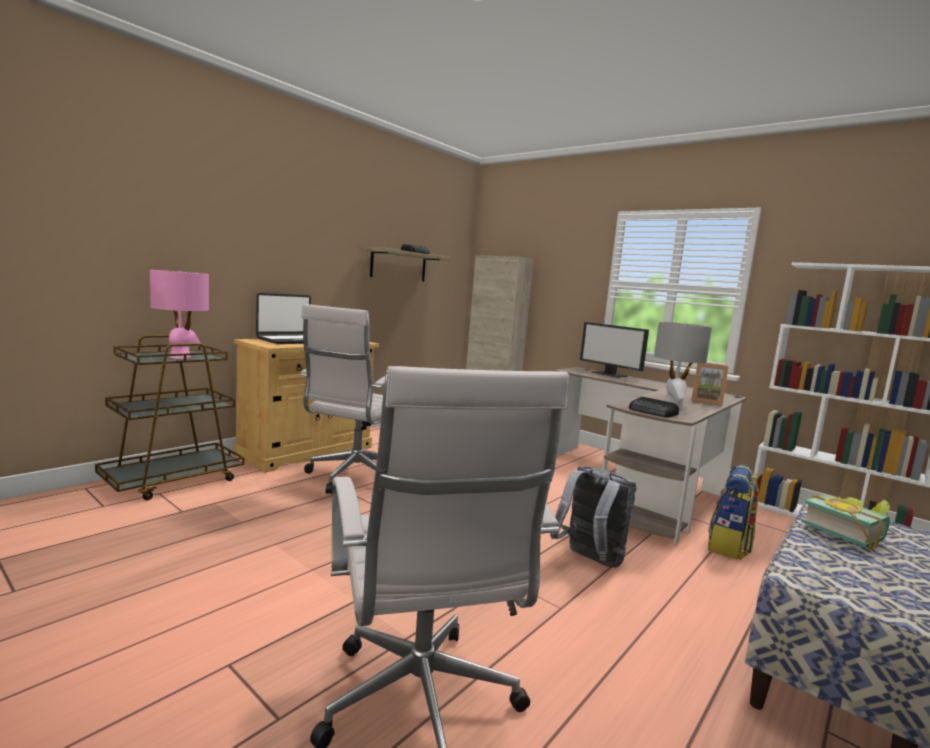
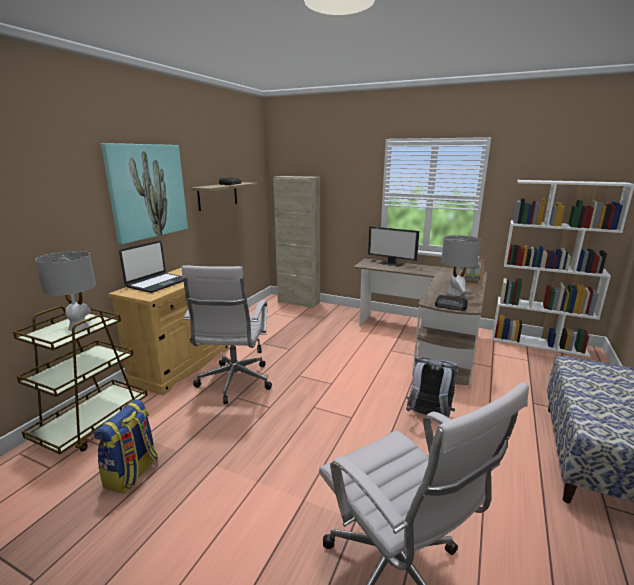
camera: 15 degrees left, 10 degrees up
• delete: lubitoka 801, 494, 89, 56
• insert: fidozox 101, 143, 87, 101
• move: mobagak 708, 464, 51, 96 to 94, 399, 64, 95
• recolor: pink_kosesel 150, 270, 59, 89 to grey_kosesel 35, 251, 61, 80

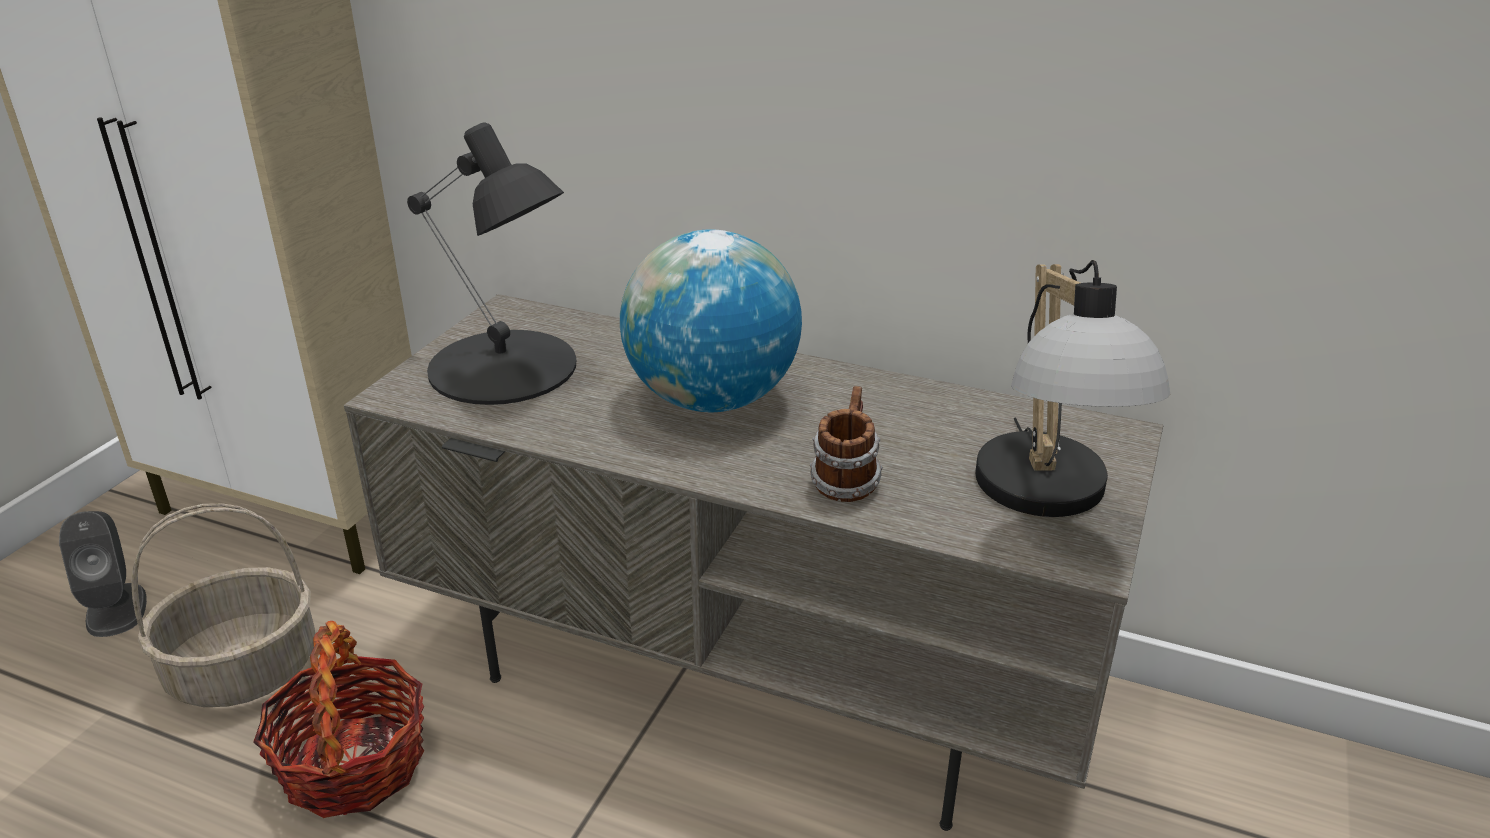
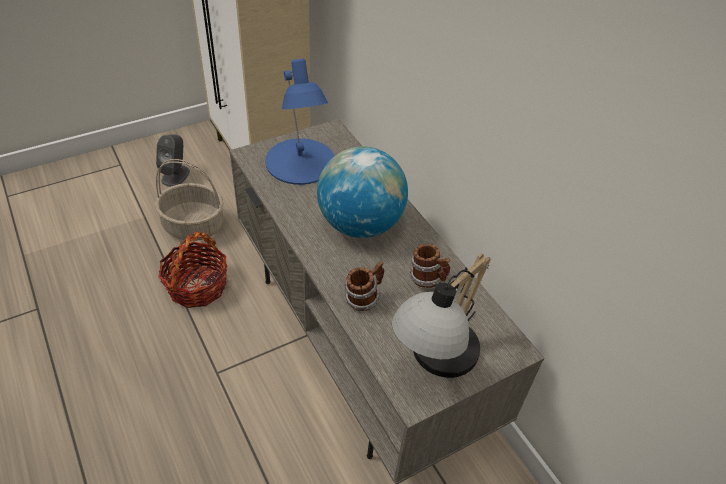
camera: 35 degrees right, 15 degrees up
• insert: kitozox 410, 244, 40, 44
• recolor: black_kosesel 407, 122, 169, 283 to blue_kosesel 265, 58, 69, 127

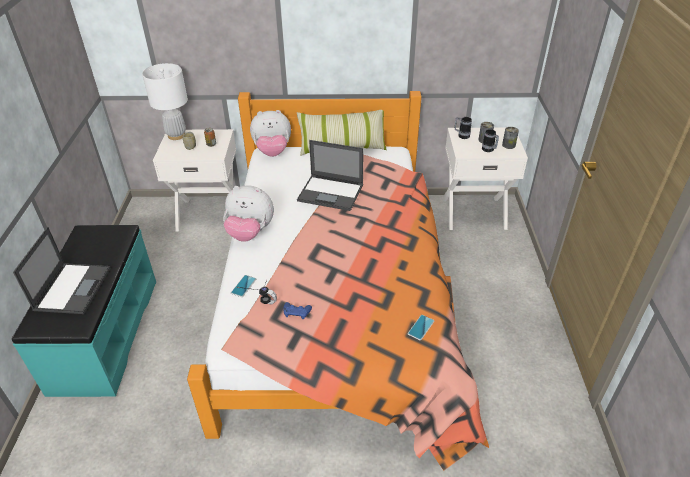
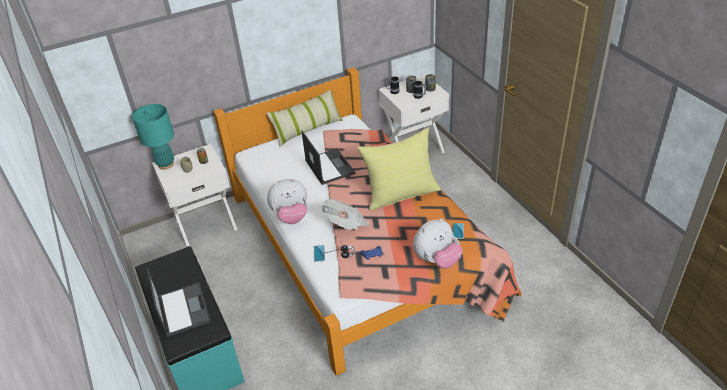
camera: 25 degrees left, 0 degrees up
• insert: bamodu 320, 199, 50, 31
• insert: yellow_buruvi 357, 128, 84, 82
• move: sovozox 250, 110, 41, 47 to 413, 219, 50, 50
• recolor: white_kosesel 142, 63, 46, 77 to turquoise_kosesel 132, 104, 42, 66
• rotate: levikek 297, 140, 67, 71 = 301, 131, 54, 54 105 degrees counterclockwise

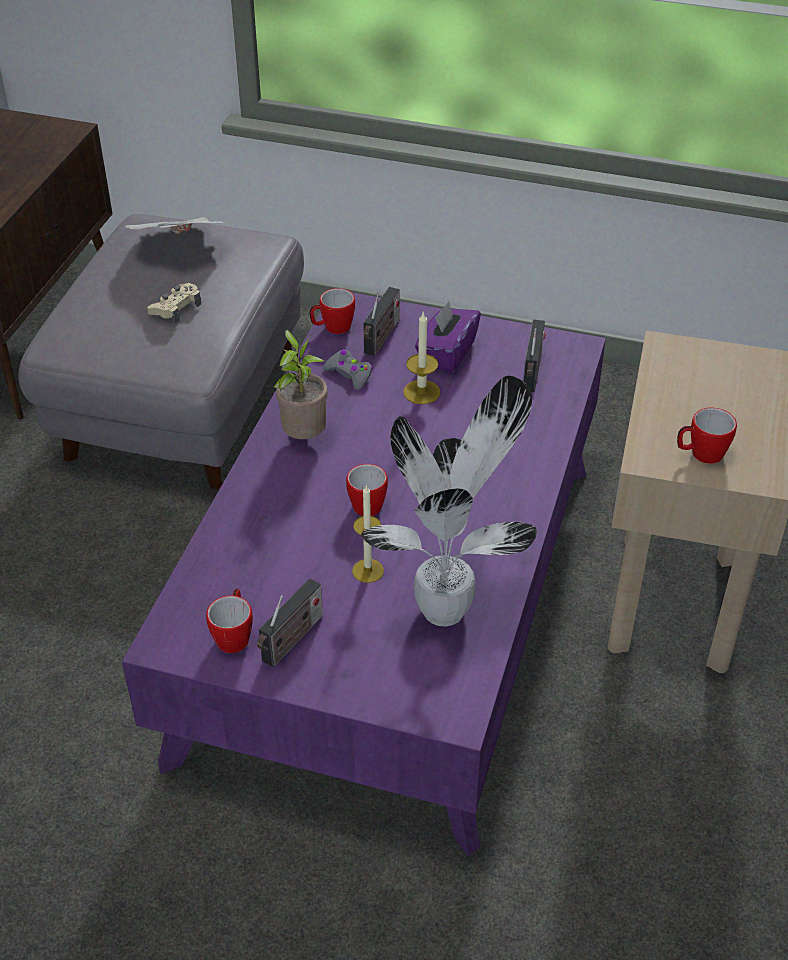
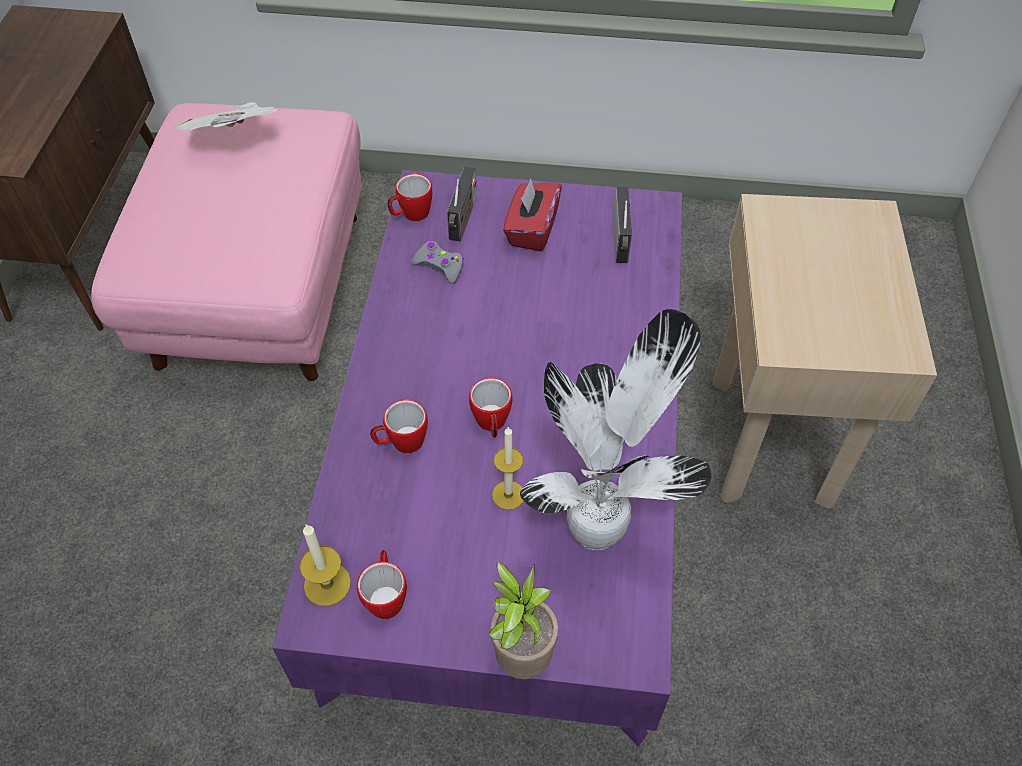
camera: 10 degrees left, 10 degrees up
• delete: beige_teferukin 147, 283, 54, 40
• delete: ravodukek 257, 579, 66, 88
• move: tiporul 273, 330, 55, 109 to 489, 561, 70, 118
• move: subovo 403, 311, 37, 93 to 299, 524, 52, 82
• move: kitozox 677, 407, 60, 57 to 370, 400, 58, 53
• recolor: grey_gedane 19, 214, 285, 275 to pink_gedane 91, 103, 271, 278
• recolor: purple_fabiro 415, 301, 66, 72 to red_fabiro 503, 178, 59, 73

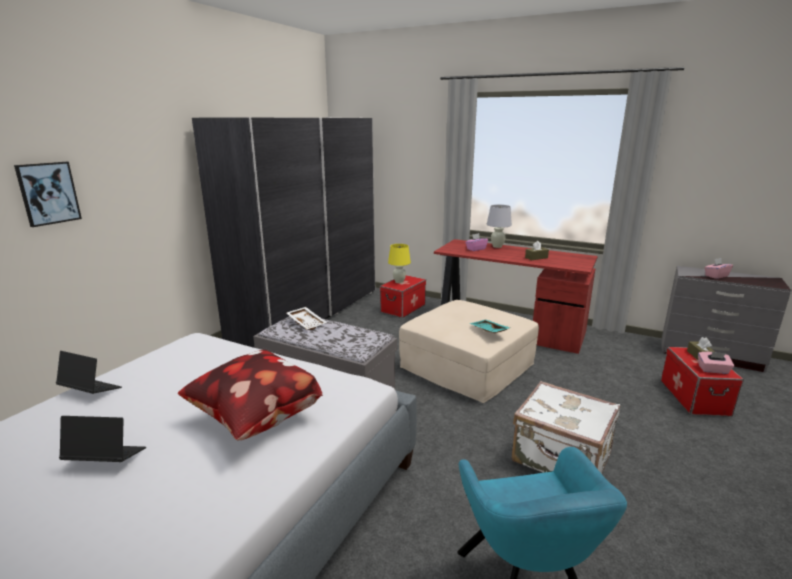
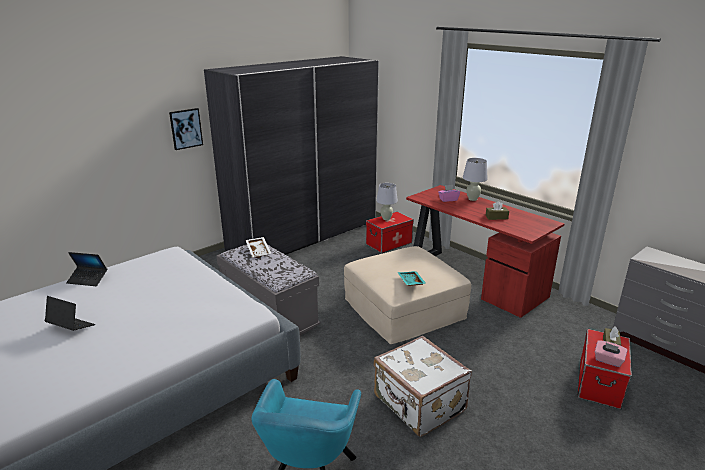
camera: 20 degrees right, 5 degrees up
• delete: buruvi 178, 350, 145, 90
• delete: pink_fabiro 704, 258, 29, 21
• move: fidozox 14, 162, 68, 65 to 169, 108, 34, 42
• recolor: yellow_kosesel 388, 244, 23, 39 to white_kosesel 376, 183, 22, 37
• rotate: levikek 56, 351, 66, 43 = 66, 252, 41, 34 150 degrees clockwise

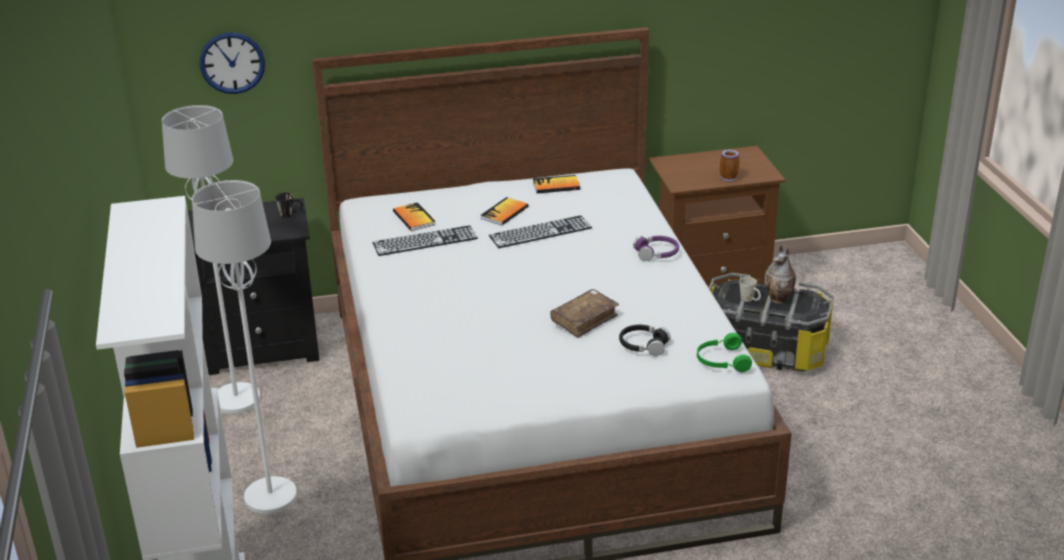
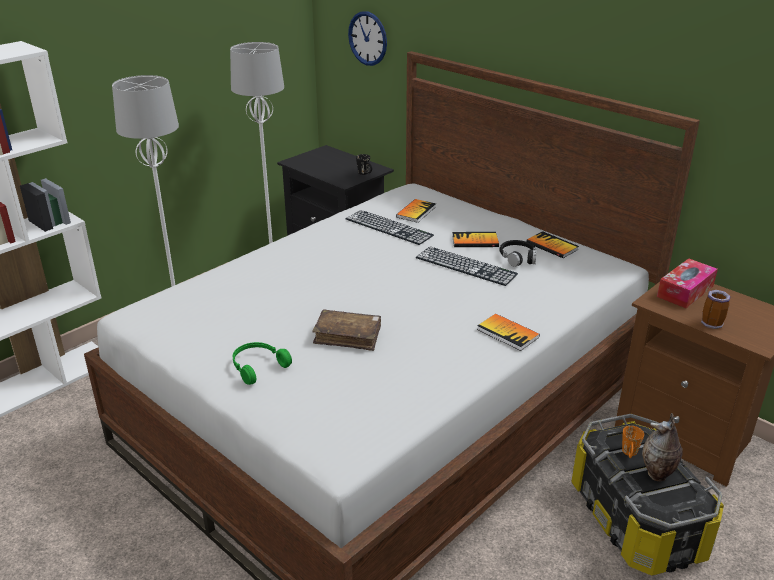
camera: 55 degrees right, 0 degrees up
• insert: fabiro 657, 258, 61, 50
• move: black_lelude 619, 325, 52, 31 to 499, 240, 38, 27
• move: green_lelude 697, 333, 55, 39 to 233, 342, 59, 43
• replace: purple_lelude 633, 236, 46, 25 to lubitoka 477, 314, 63, 37
• recolor: white_kitozox 739, 277, 22, 25 to orange_kitozox 622, 426, 22, 32

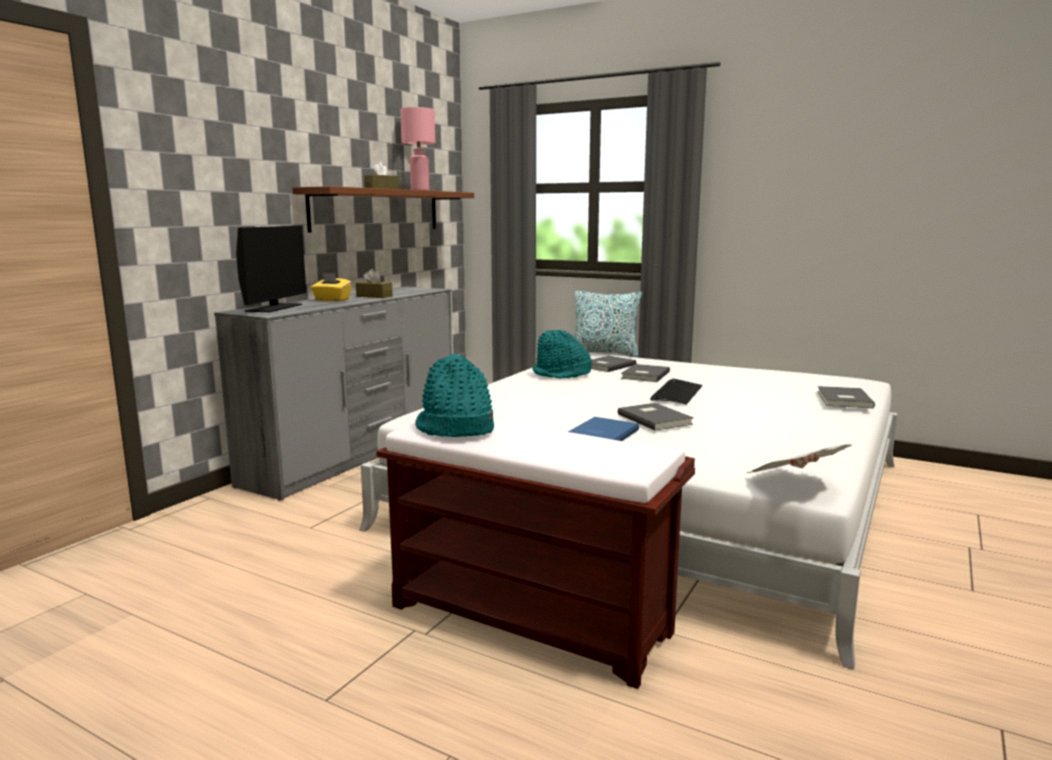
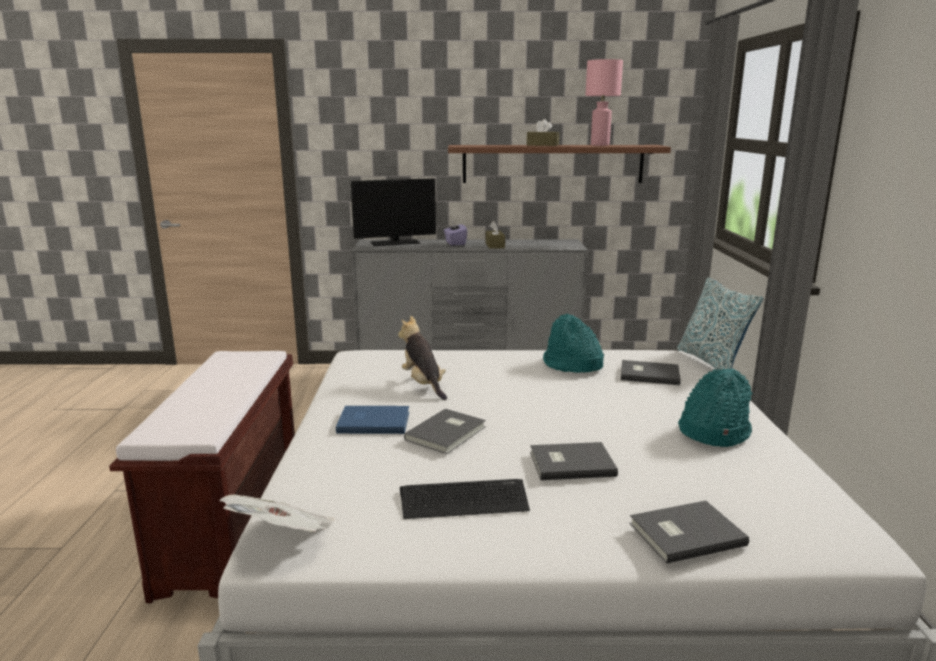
camera: 60 degrees right, 5 degrees up
• insert: sovozox 398, 316, 49, 84
• move: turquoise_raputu 415, 354, 79, 83 to 678, 368, 74, 79
• move: grey_lubitoka 621, 364, 49, 18 to 530, 442, 88, 38
• move: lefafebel 650, 379, 52, 26 to 400, 479, 130, 40
• recolor: yellow_fabiro 311, 273, 41, 28 to purple_fabiro 444, 221, 23, 24

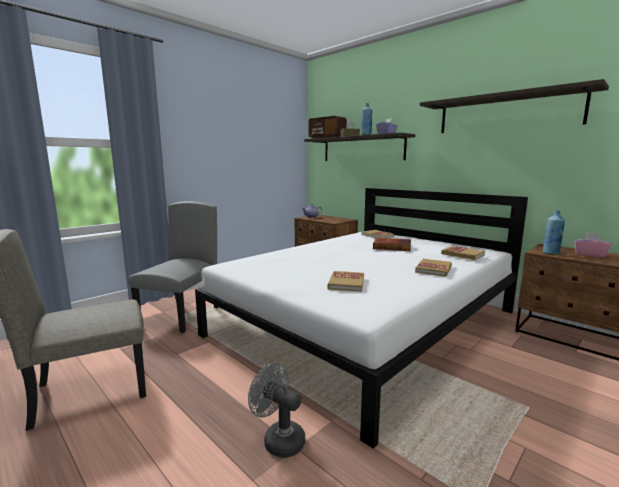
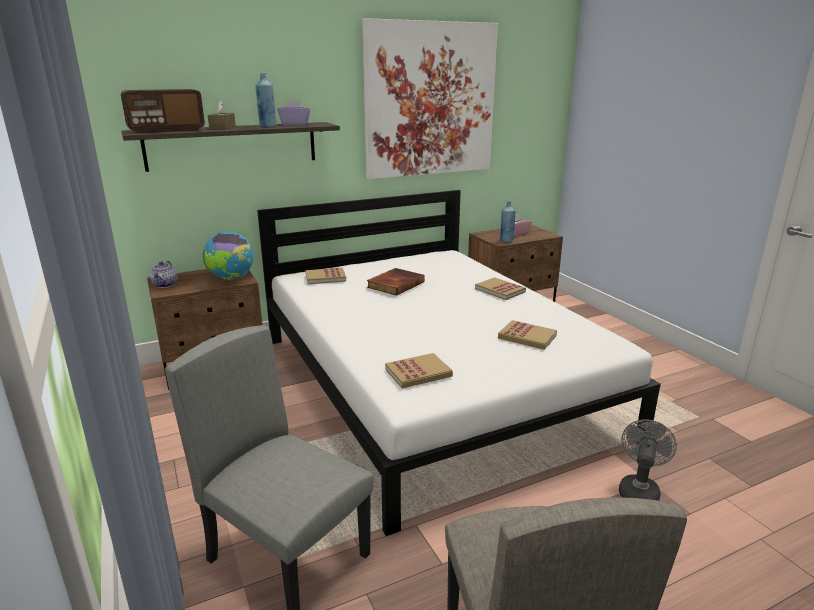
camera: 70 degrees left, 10 degrees up
• insert: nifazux 203, 231, 51, 49
• move: lubitoka 441, 246, 44, 14 to 385, 353, 68, 36
• replace: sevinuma 419, 79, 190, 54 to fidozox 362, 18, 136, 161
• rotate: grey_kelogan 248, 363, 57, 95 = 619, 420, 58, 81 150 degrees clockwise

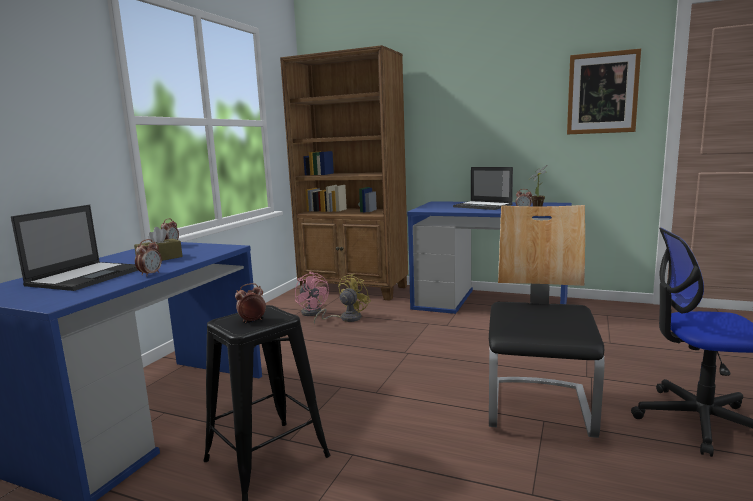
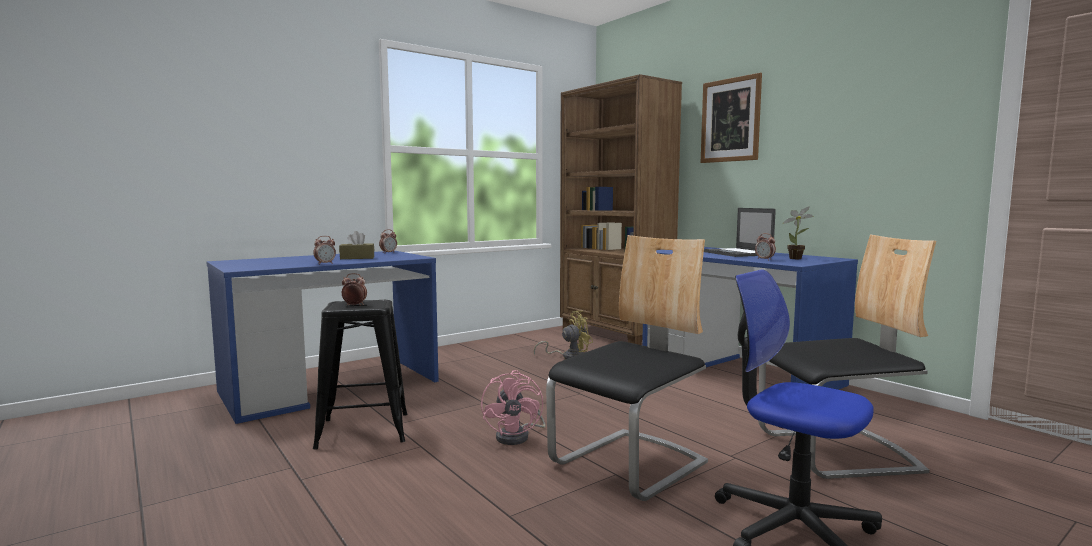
camera: 30 degrees right, 5 degrees down
• delete: levikek 11, 205, 127, 86
• insert: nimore 758, 234, 178, 245
• move: pink_kelogan 295, 271, 34, 45 to 481, 370, 65, 75
• move: fidozox 567, 49, 74, 85 to 701, 73, 61, 90

